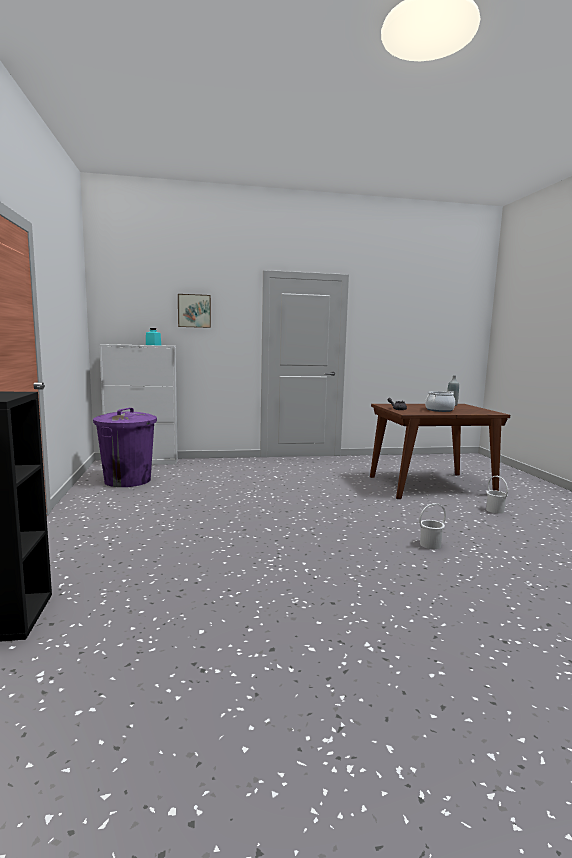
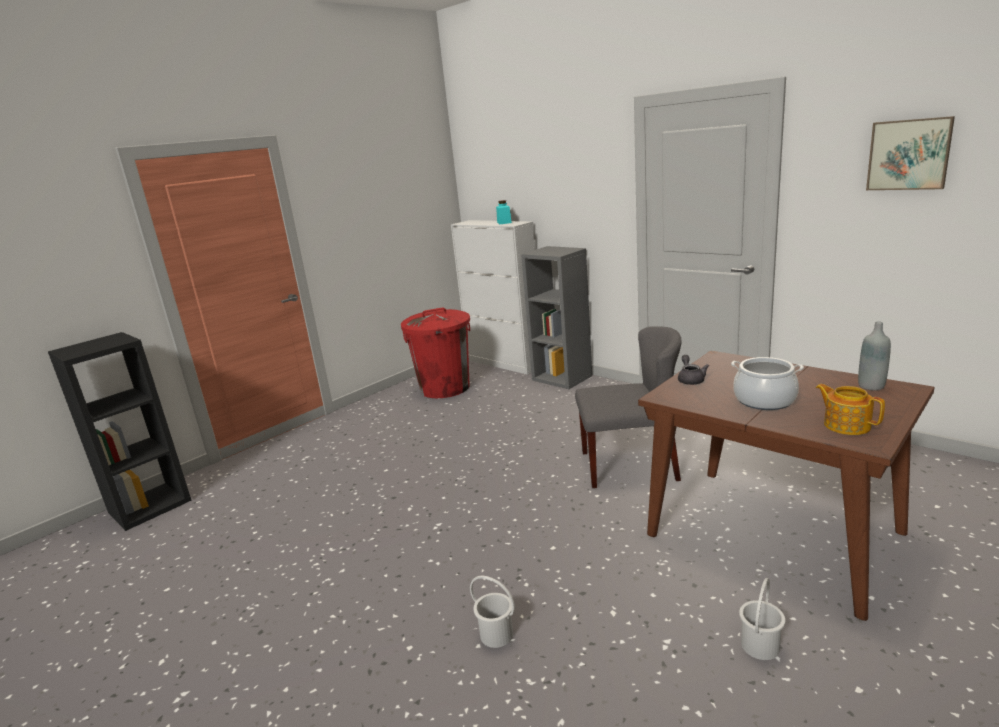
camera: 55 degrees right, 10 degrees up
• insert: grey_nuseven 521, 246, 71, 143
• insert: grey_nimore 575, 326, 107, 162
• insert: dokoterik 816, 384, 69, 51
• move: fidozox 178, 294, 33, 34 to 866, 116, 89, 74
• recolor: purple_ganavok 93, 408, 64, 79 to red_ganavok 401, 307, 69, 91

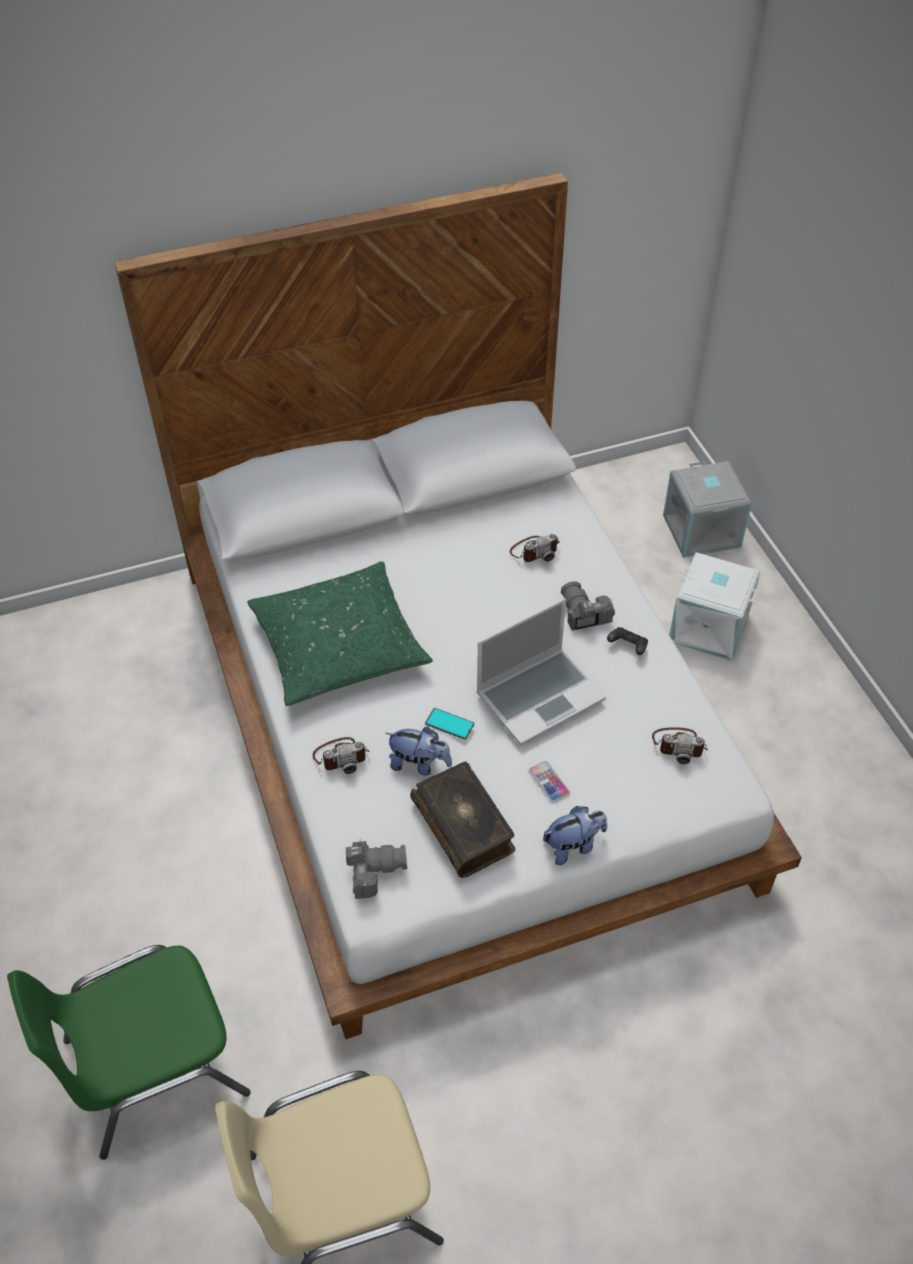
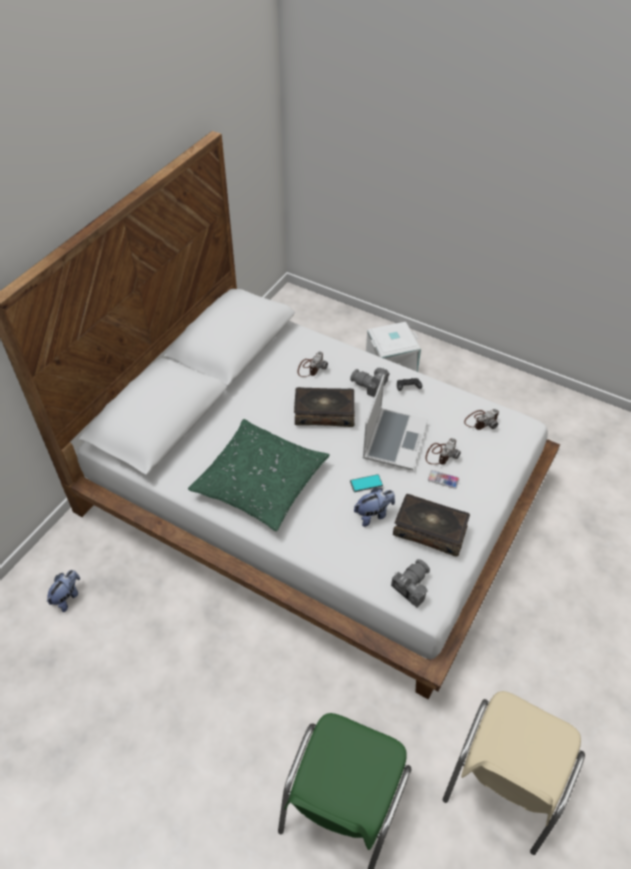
camera: 40 degrees left, 0 degrees up
• delete: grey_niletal 663, 461, 89, 97
• insert: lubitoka 294, 387, 61, 40
• move: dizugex 312, 737, 57, 37 to 426, 438, 35, 27
• move: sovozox 543, 806, 64, 59 to 47, 570, 33, 42

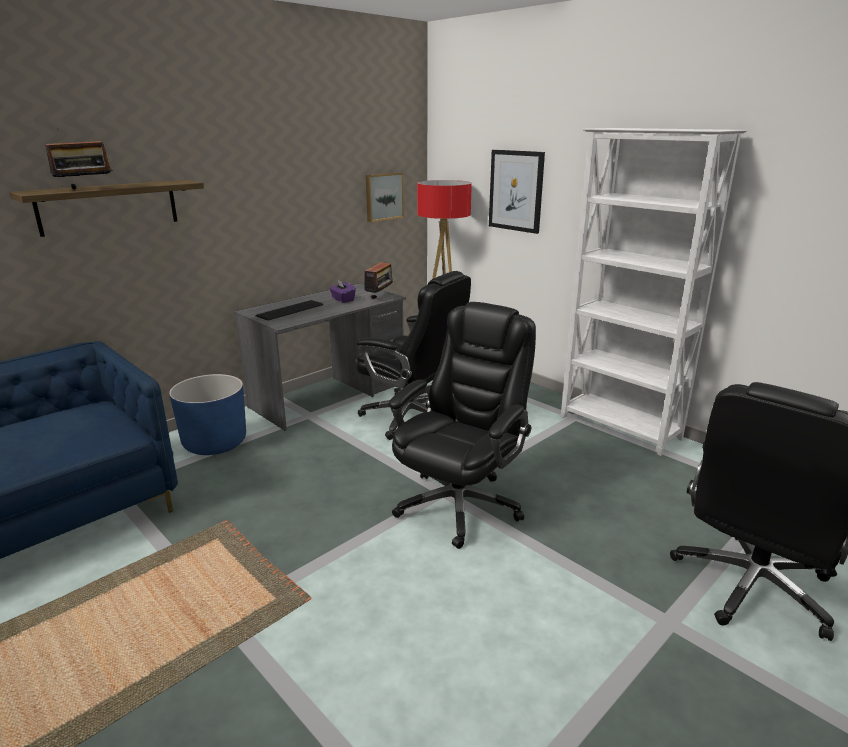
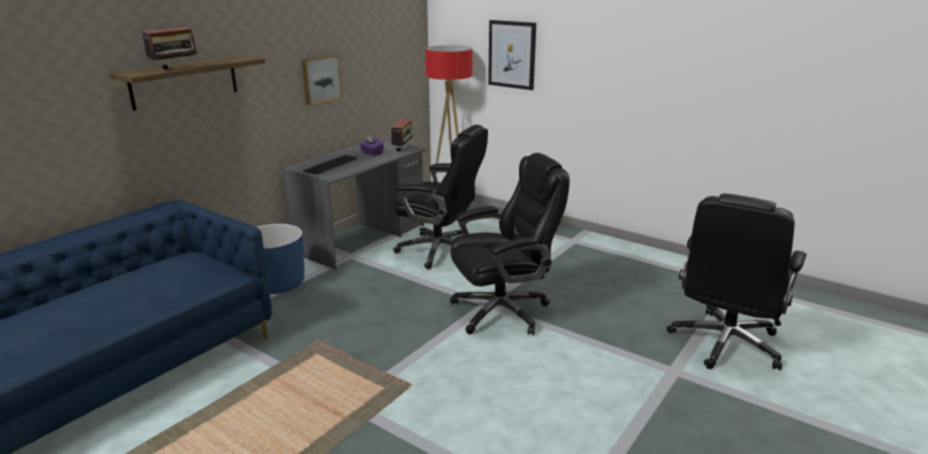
camera: 10 degrees left, 0 degrees up
• delete: white_nuseven 561, 128, 186, 328
• move: fidozox 366, 172, 38, 50 to 302, 54, 40, 51
• rotate: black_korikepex 389, 302, 147, 247 = 450, 153, 120, 182 45 degrees clockwise

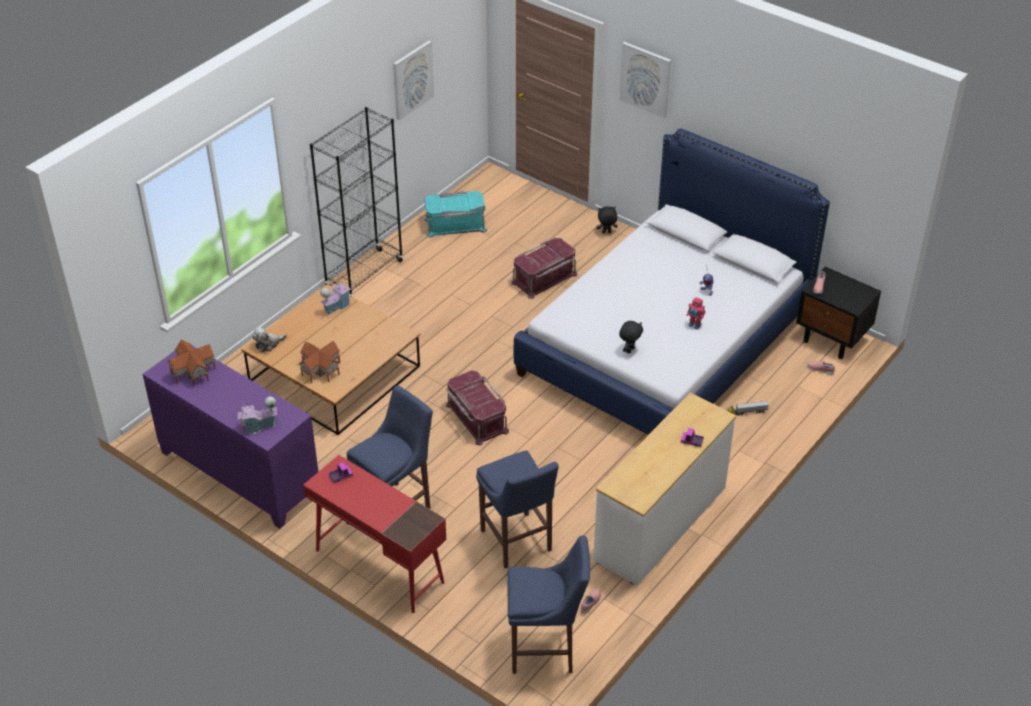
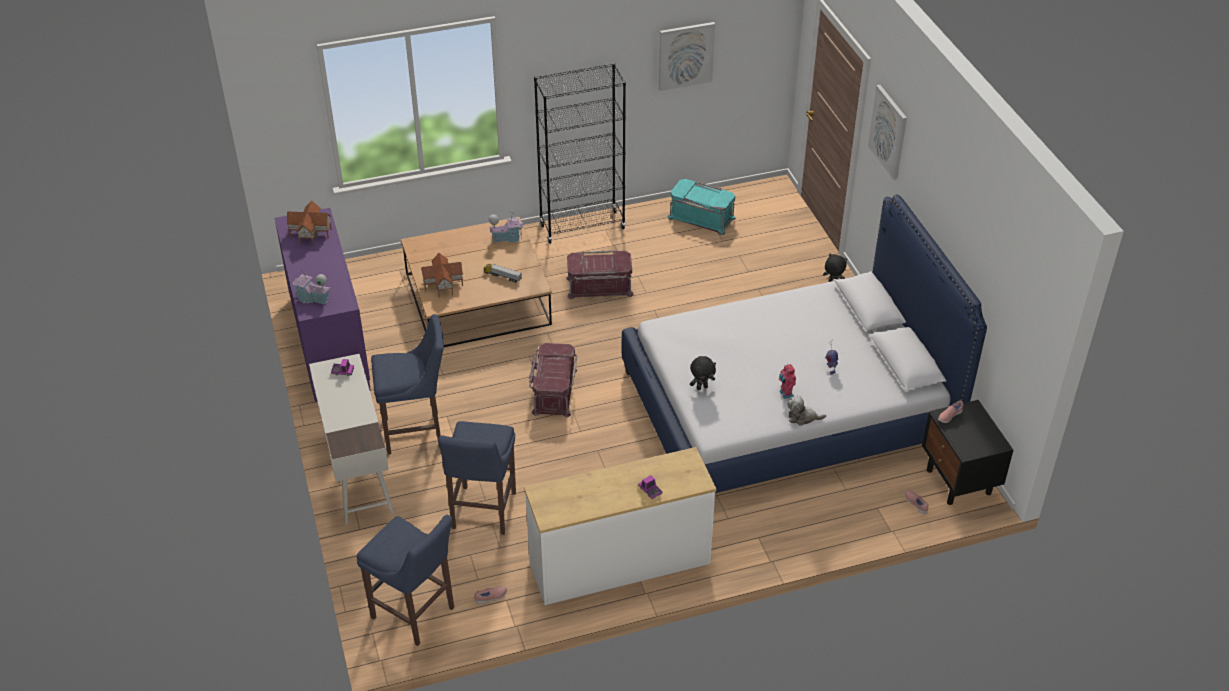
camera: 35 degrees right, 0 degrees up
• move: sovozox 252, 327, 35, 25 to 787, 395, 39, 31
• move: red_niletal 511, 238, 66, 61 to 566, 251, 68, 49
• move: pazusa 727, 401, 41, 15 to 484, 264, 38, 19
• recolor: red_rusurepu 303, 455, 143, 158 to white_rusurepu 309, 354, 85, 170

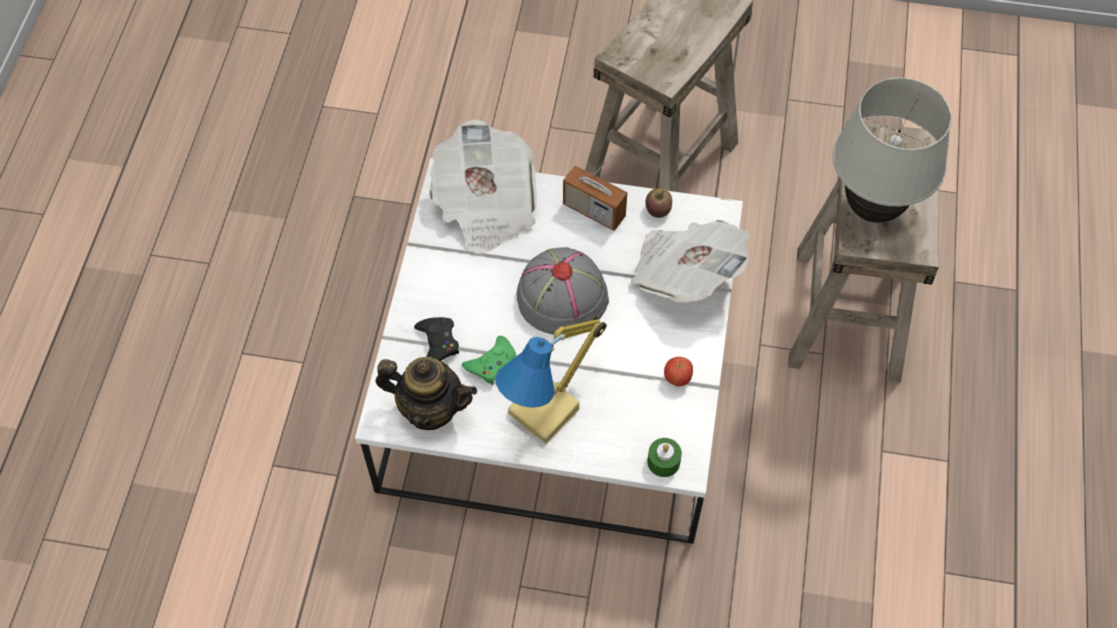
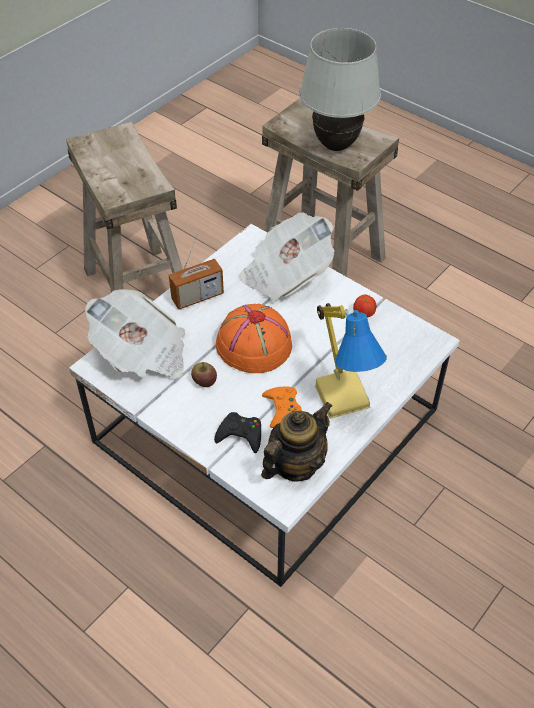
camera: 60 degrees left, 10 degrees down
• delete: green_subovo 647, 438, 35, 39
• move: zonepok 645, 188, 27, 30 to 191, 362, 26, 25
• recolor: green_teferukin 462, 336, 55, 49 to orange_teferukin 262, 386, 40, 42
• recolor: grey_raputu 516, 247, 93, 88 to orange_raputu 216, 304, 76, 69

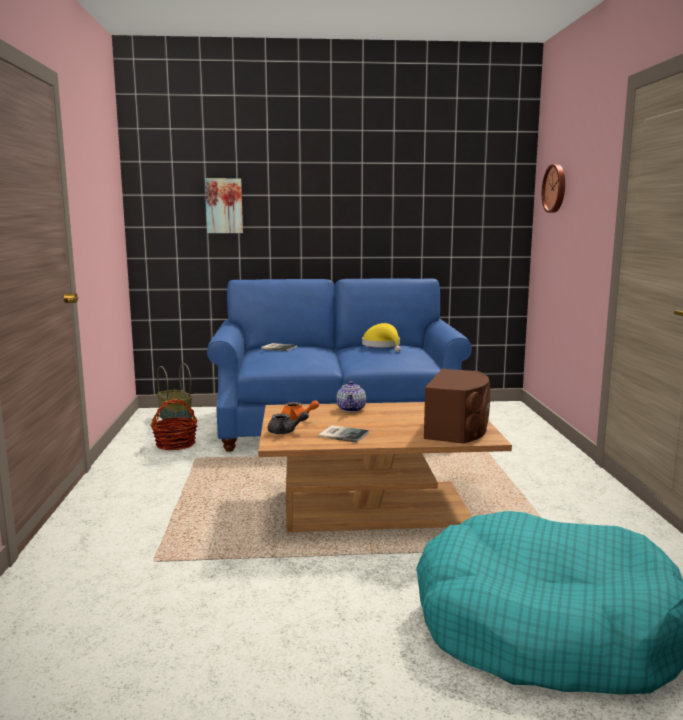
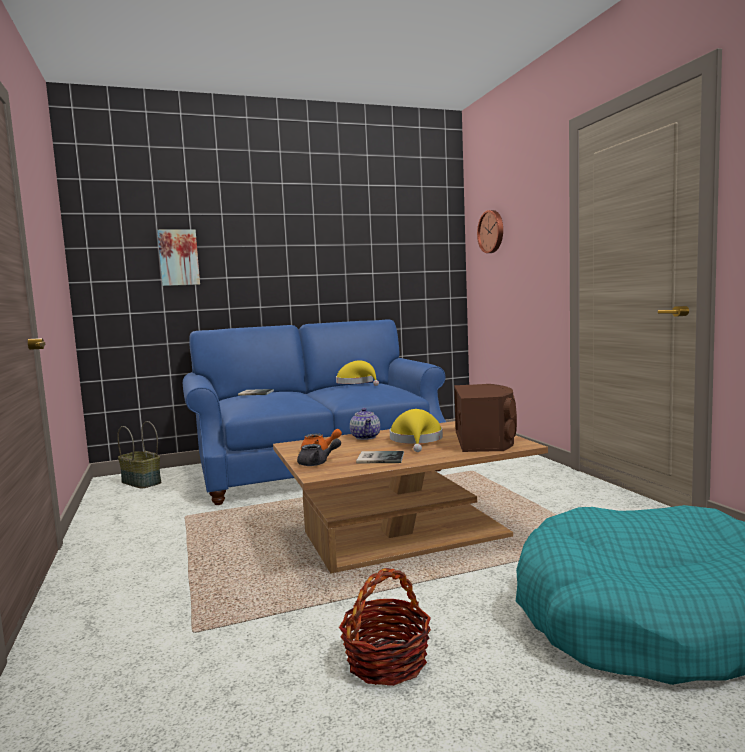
camera: 15 degrees left, 5 degrees down
• insert: yellow_raputu 390, 409, 53, 43
• move: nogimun 150, 399, 48, 51 to 339, 568, 92, 118

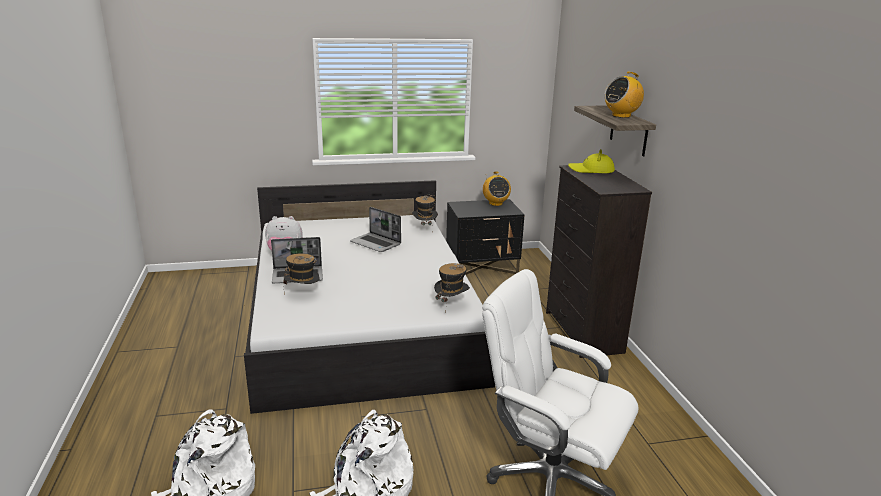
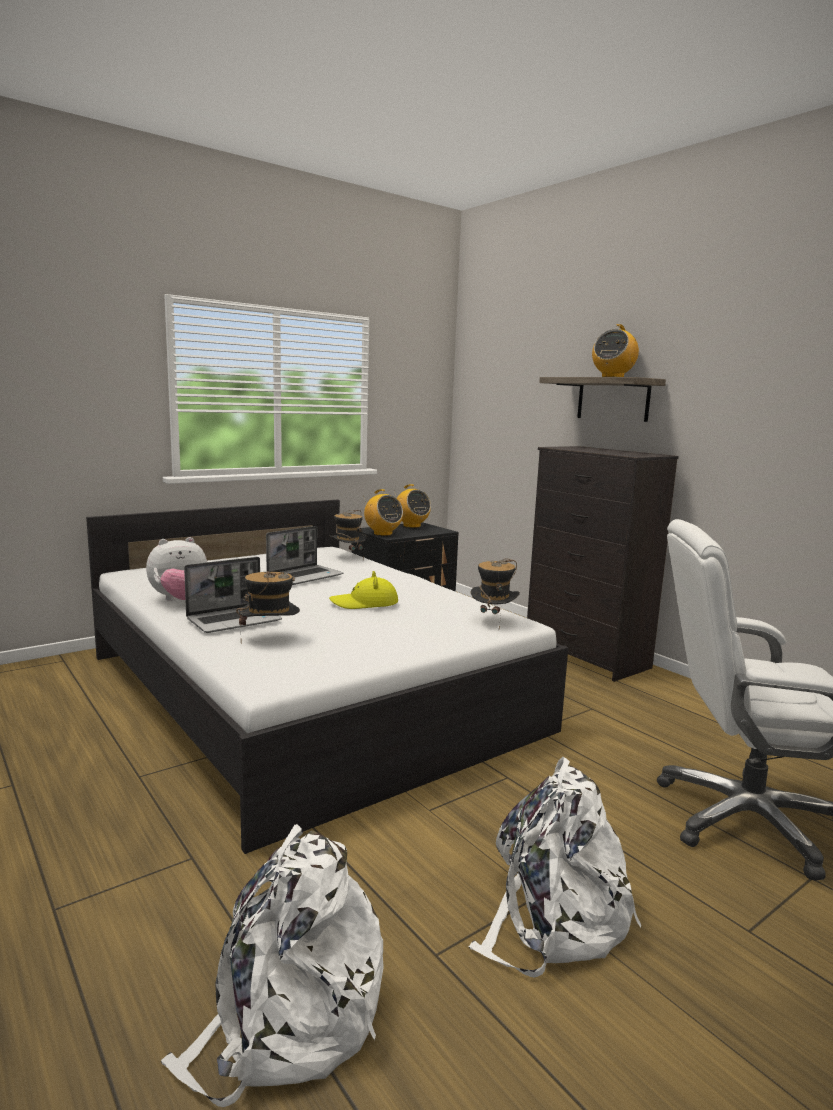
camera: 25 degrees left, 10 degrees down
• insert: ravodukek 364, 489, 39, 47
• move: yellow_raputu 568, 149, 47, 24 to 329, 571, 69, 38
• rotate: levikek 350, 207, 51, 45 = 266, 526, 77, 59 60 degrees counterclockwise

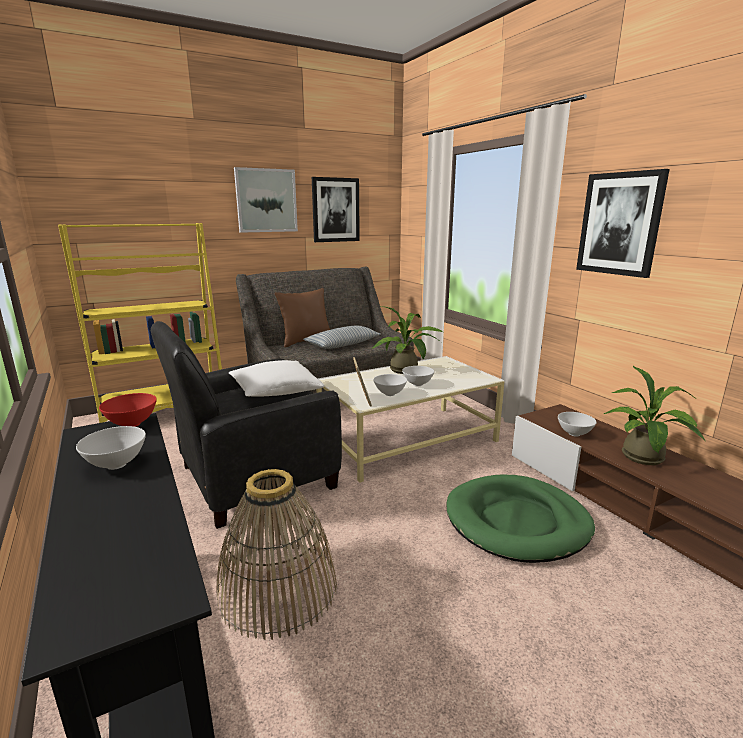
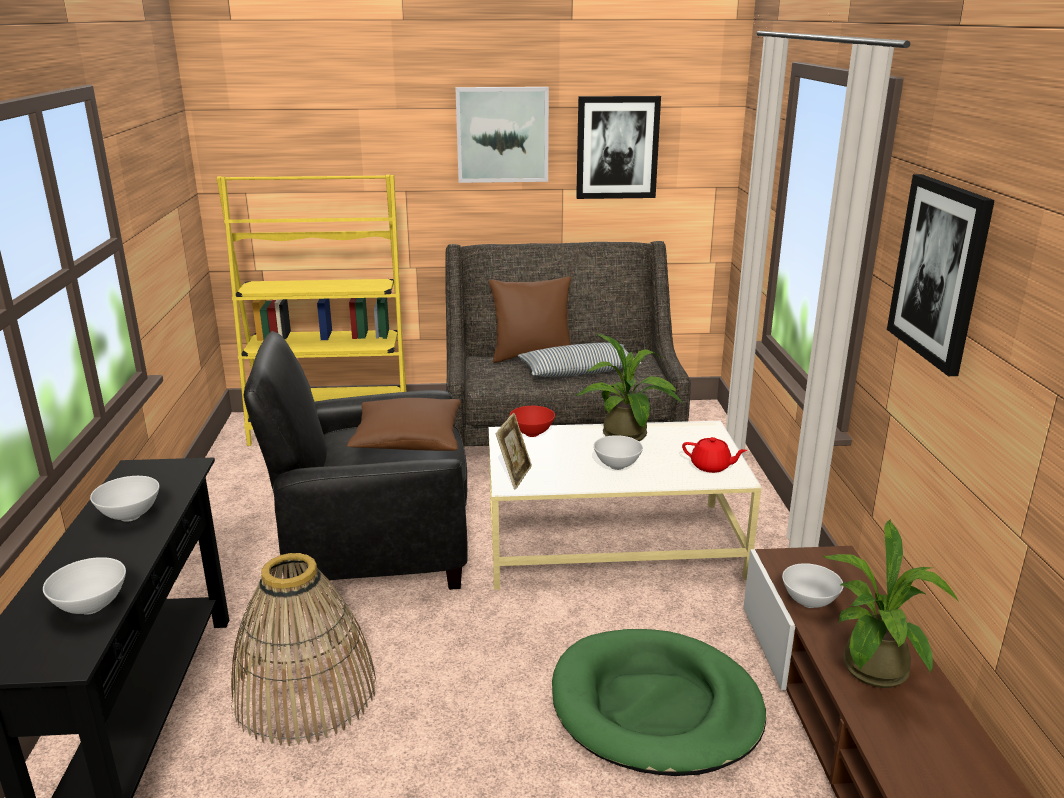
camera: 25 degrees right, 5 degrees up
• insert: red_dokoterik 682, 437, 65, 36
• move: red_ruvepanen 99, 393, 58, 34 to 510, 406, 45, 31
• move: white_ruvepanen 373, 374, 34, 22 to 43, 557, 83, 58
• recolor: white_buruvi 229, 360, 95, 37 to brown_buruvi 347, 398, 114, 53

